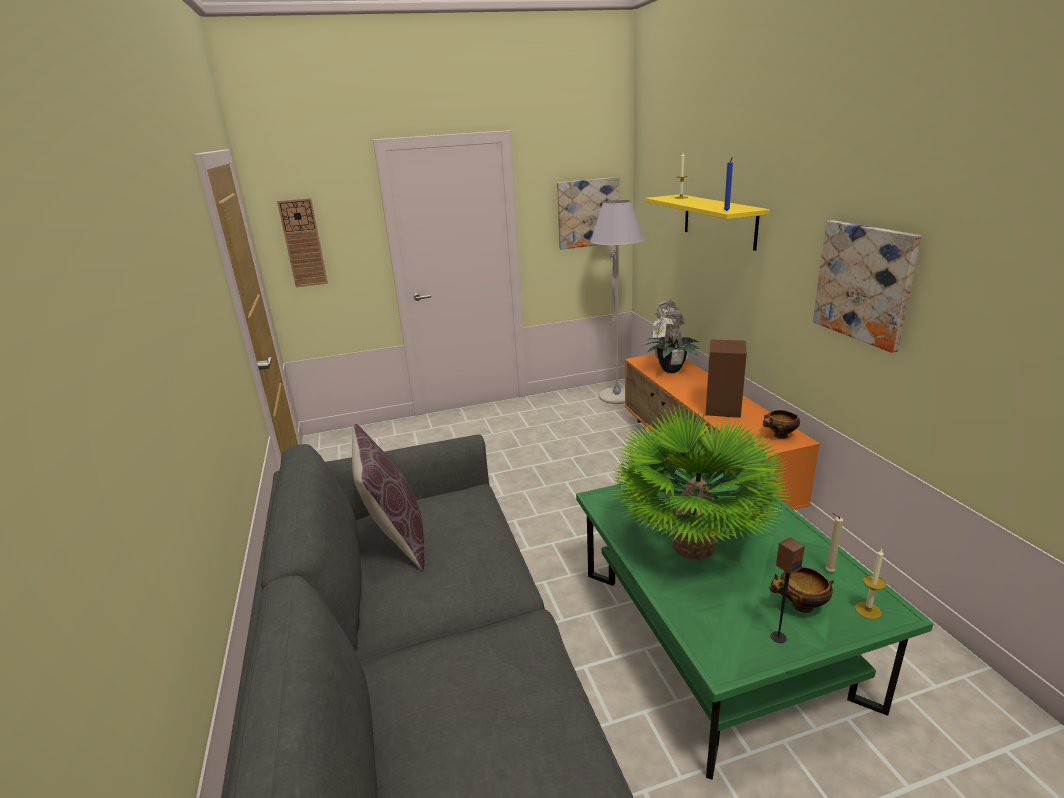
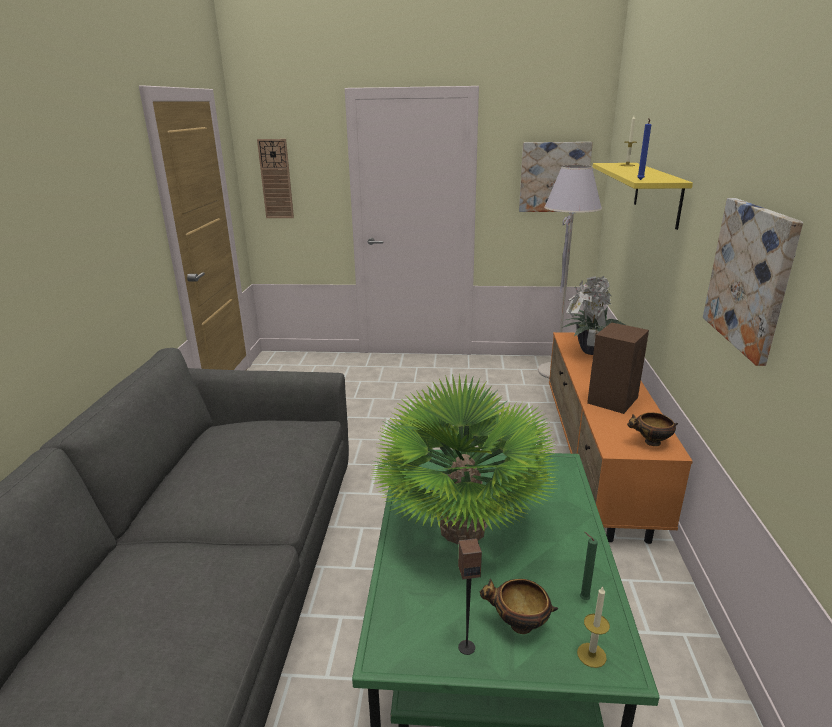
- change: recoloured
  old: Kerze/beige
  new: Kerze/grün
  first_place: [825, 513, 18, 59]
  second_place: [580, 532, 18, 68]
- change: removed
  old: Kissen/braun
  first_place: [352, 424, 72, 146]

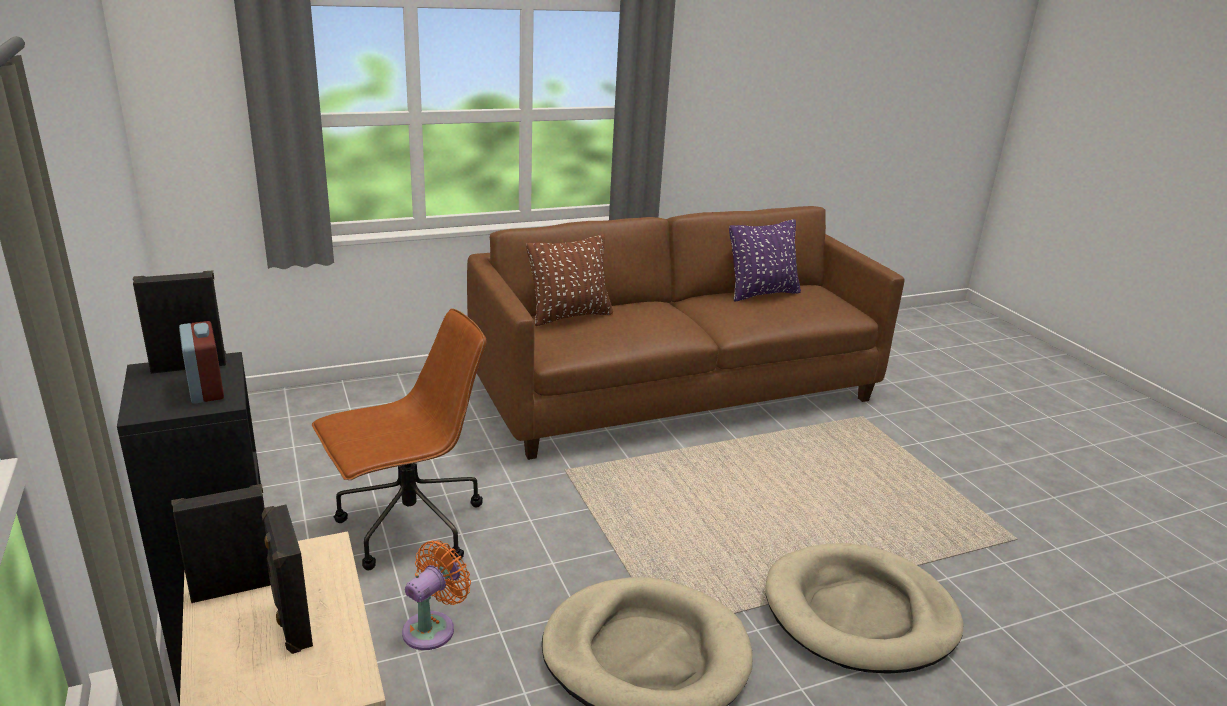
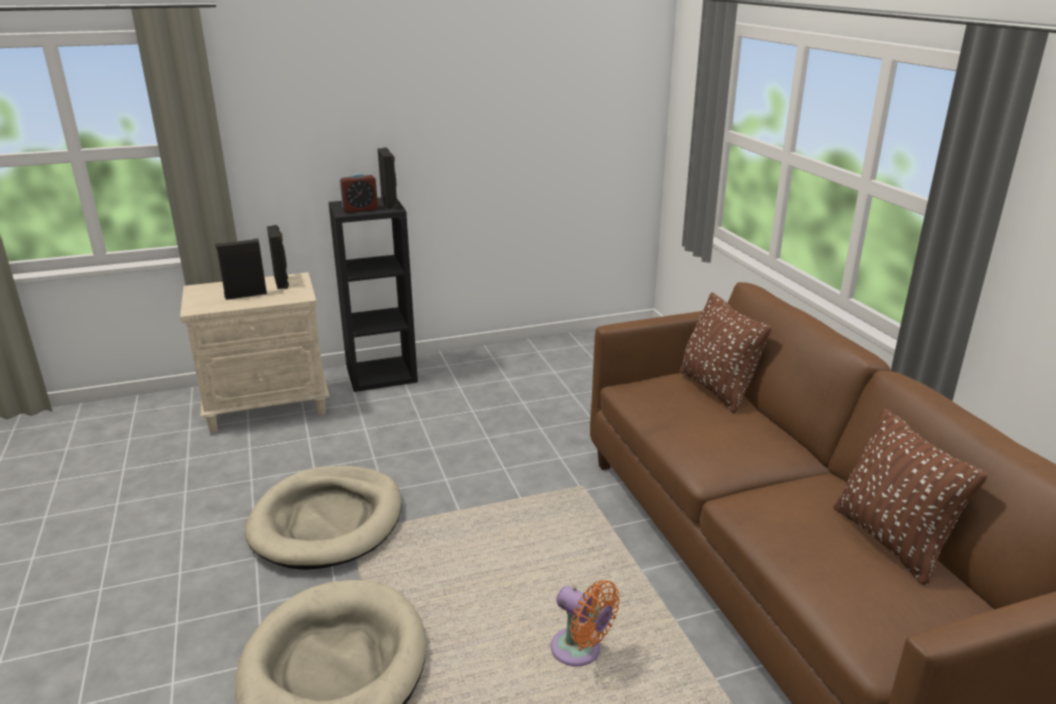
- change: moved
  old: Ventilator/orange
  first_place: [402, 541, 69, 109]
  second_place: [551, 580, 69, 86]
- change: recoloured
  old: Kissen/lila
  new: Kissen/braun
  first_place: [729, 219, 72, 83]
  second_place: [833, 408, 155, 177]
- change: removed
  old: Bürostuhl/braun
  first_place: [312, 308, 174, 262]

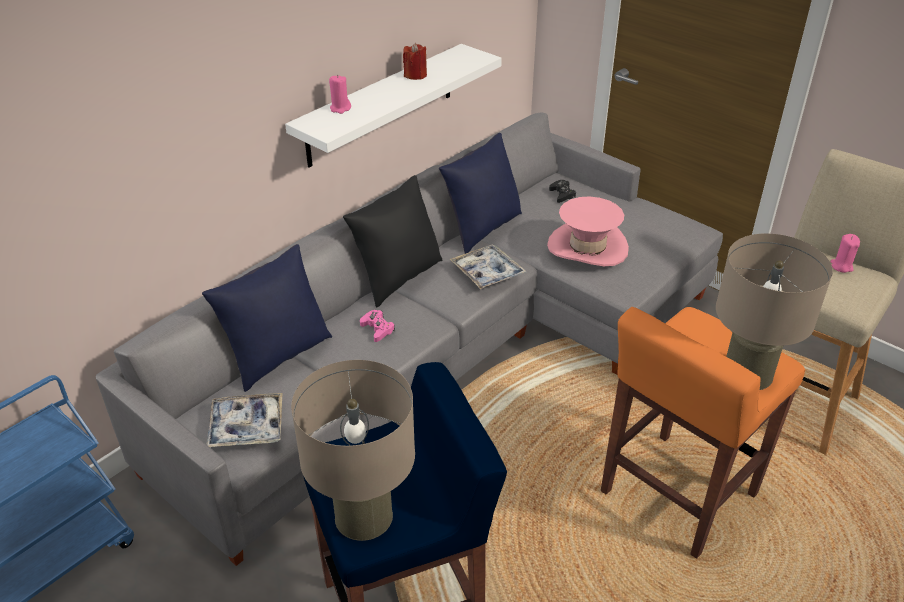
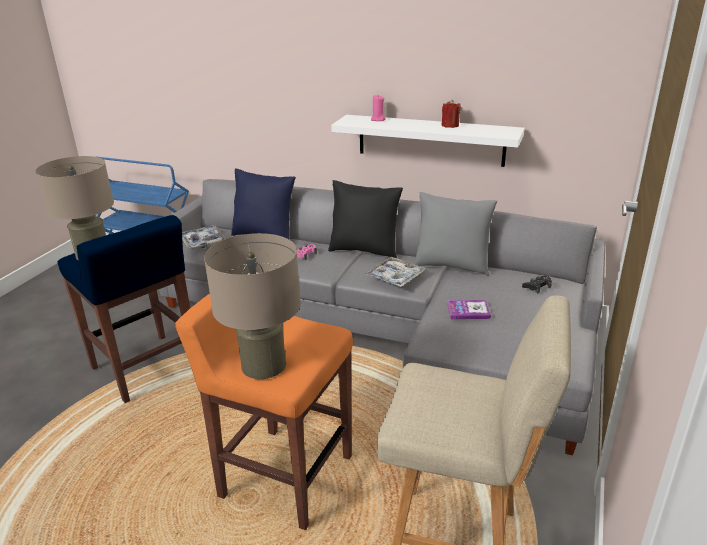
- change: recoloured
  old: Kissen/blau
  new: Kissen/grau
  first_place: [439, 133, 83, 121]
  second_place: [414, 192, 83, 84]
- change: replaced
  old: Hut/rosa
  new: Buch
  first_place: [547, 196, 82, 70]
  second_place: [447, 300, 44, 19]
- change: removed
  old: Kerze/rosa
  first_place: [830, 234, 30, 39]

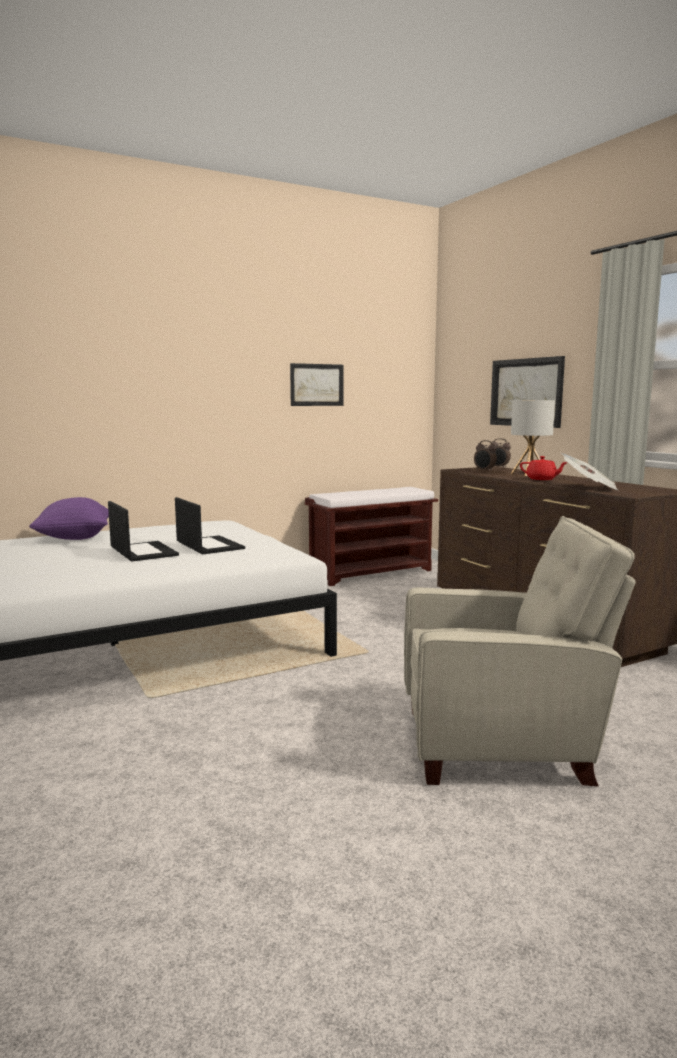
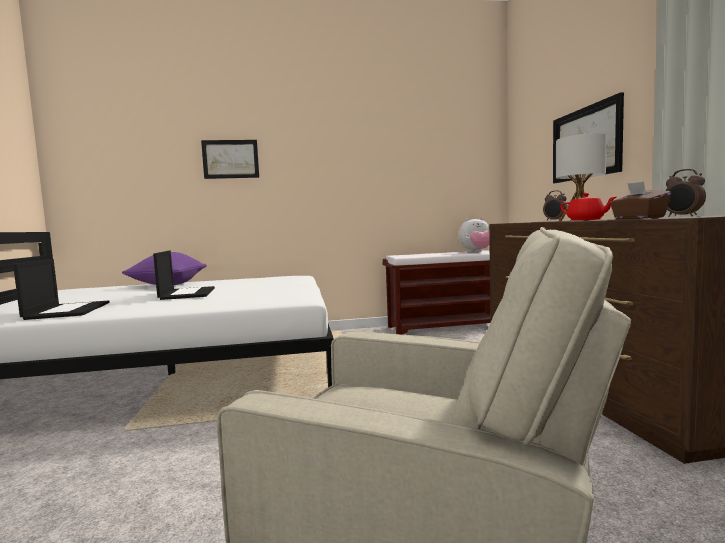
- change: moved
  old: Laptop
  first_place: [175, 497, 70, 57]
  second_place: [13, 259, 97, 61]
- change: moved
  old: Bild
  first_place: [290, 363, 53, 43]
  second_place: [201, 140, 58, 39]
- change: added
  new: Plüschtier
  second_place: [459, 217, 31, 35]
- change: replaced
  old: Zeitung
  new: Taschentuchbox/braun
  first_place: [561, 453, 58, 38]
  second_place: [610, 181, 62, 38]
- change: moved
  old: Wecker
  first_place: [474, 440, 23, 32]
  second_place: [666, 169, 40, 48]

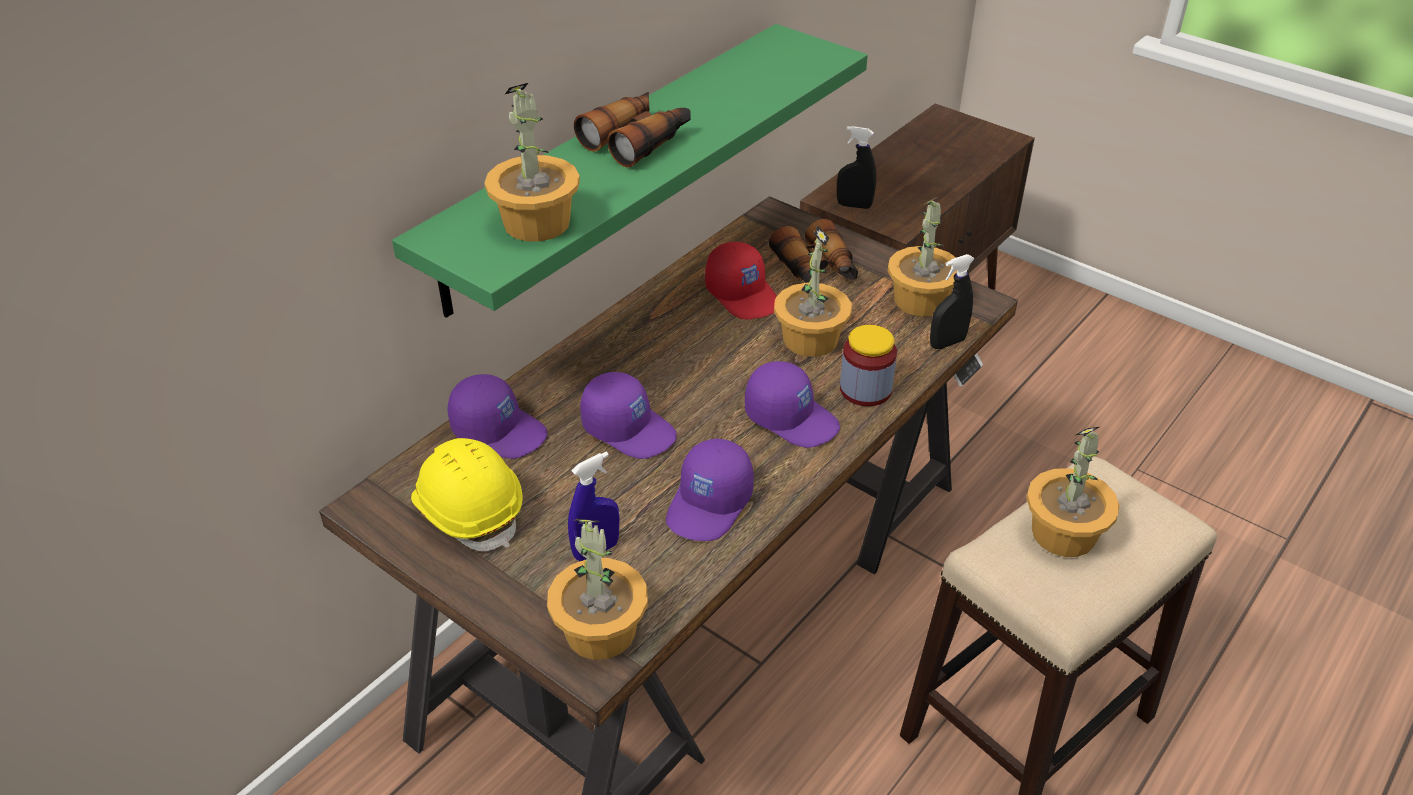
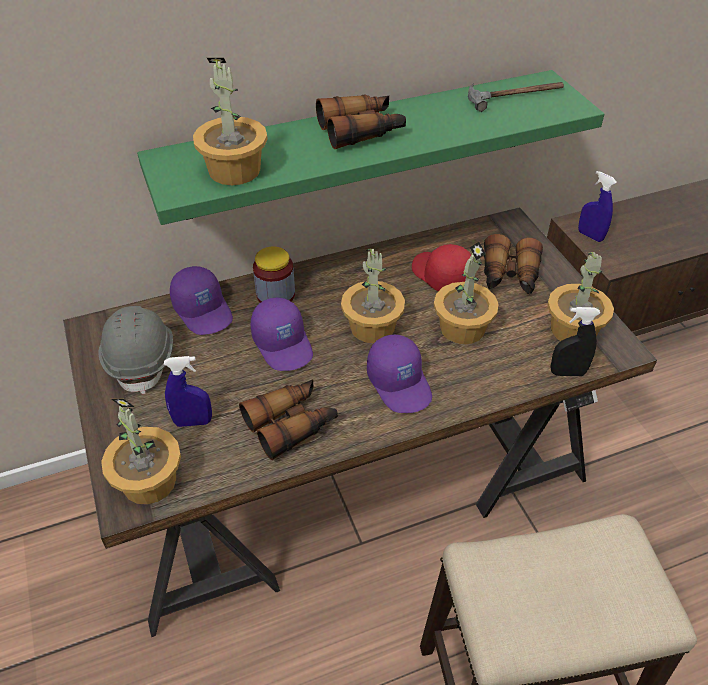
- change: recoloured
  old: Schutzhelm/gelb
  new: Schutzhelm/grau
  first_place: [411, 438, 112, 113]
  second_place: [98, 306, 75, 88]
- change: replaced
  old: Kappe/lila
  new: Fernglas
  first_place: [666, 438, 88, 103]
  second_place: [239, 379, 99, 81]
- change: moved
  old: Vorratsglas
  first_place: [840, 325, 57, 81]
  second_place: [253, 247, 42, 56]
- change: moved
  old: Topfpflanze
  first_place: [1026, 427, 94, 130]
  second_place: [341, 248, 64, 95]
- change: turned
  old: Kappe/rot
  first_place: [705, 242, 72, 77]
  second_place: [412, 244, 59, 47]
  degrees: 150
- change: added
  new: Hammer
  second_place: [468, 82, 96, 30]
- change: recoloured
  old: Sprühflasche/schwarz
  new: Sprühflasche/blau
  first_place: [837, 126, 40, 83]
  second_place: [578, 171, 39, 71]

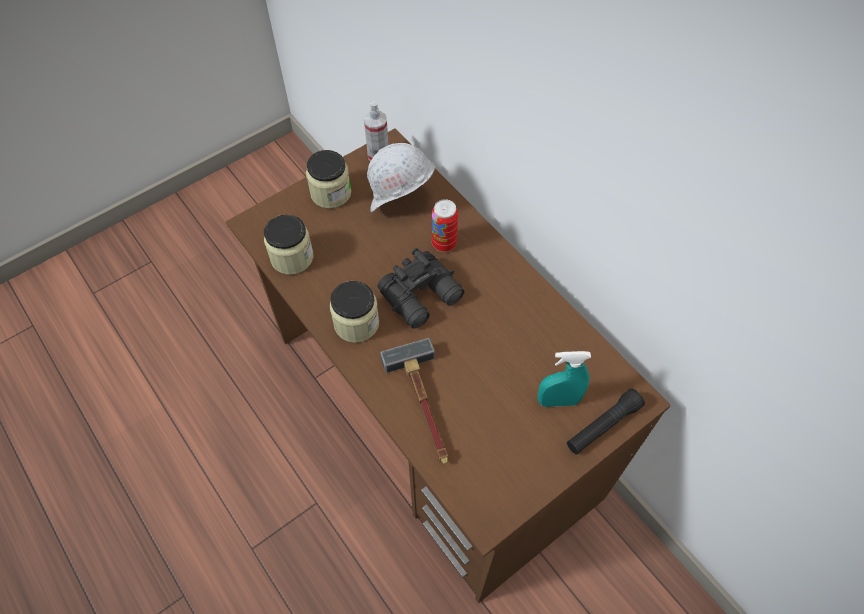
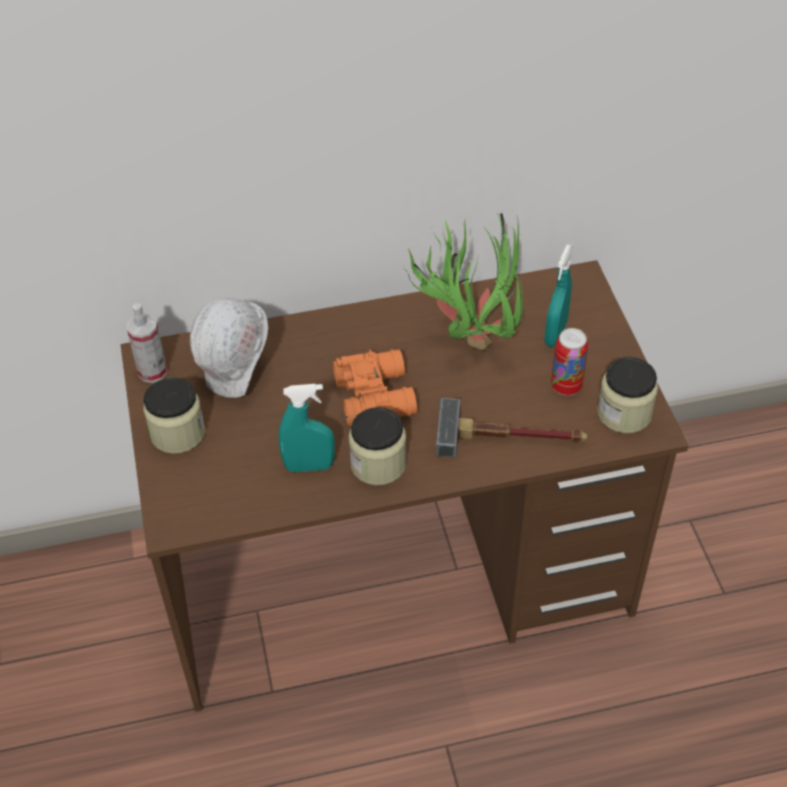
- change: added
  new: Sprühflasche/türkis
  second_place: [279, 384, 56, 88]
- change: recoloured
  old: Fernglas/schwarz
  new: Fernglas/orange
  first_place: [377, 248, 87, 81]
  second_place: [333, 349, 84, 77]
- change: added
  new: Topfpflanze
  second_place: [403, 213, 120, 138]
- change: moved
  old: Dose
  first_place: [432, 199, 26, 53]
  second_place: [551, 328, 37, 68]
- change: moved
  old: Vorratsglas
  first_place: [264, 215, 50, 60]
  second_place: [597, 357, 61, 76]
- change: removed
  old: Taschenlampe/schwarz
  first_place: [567, 389, 78, 65]

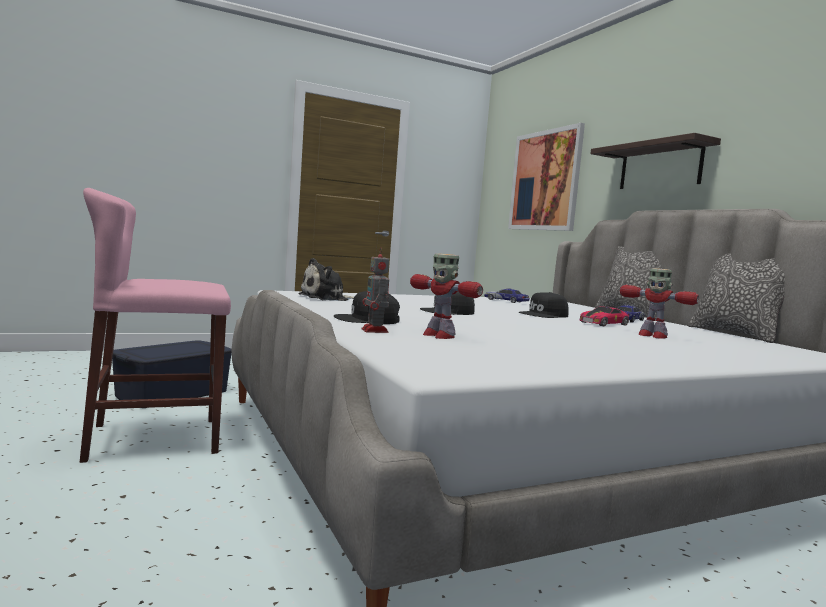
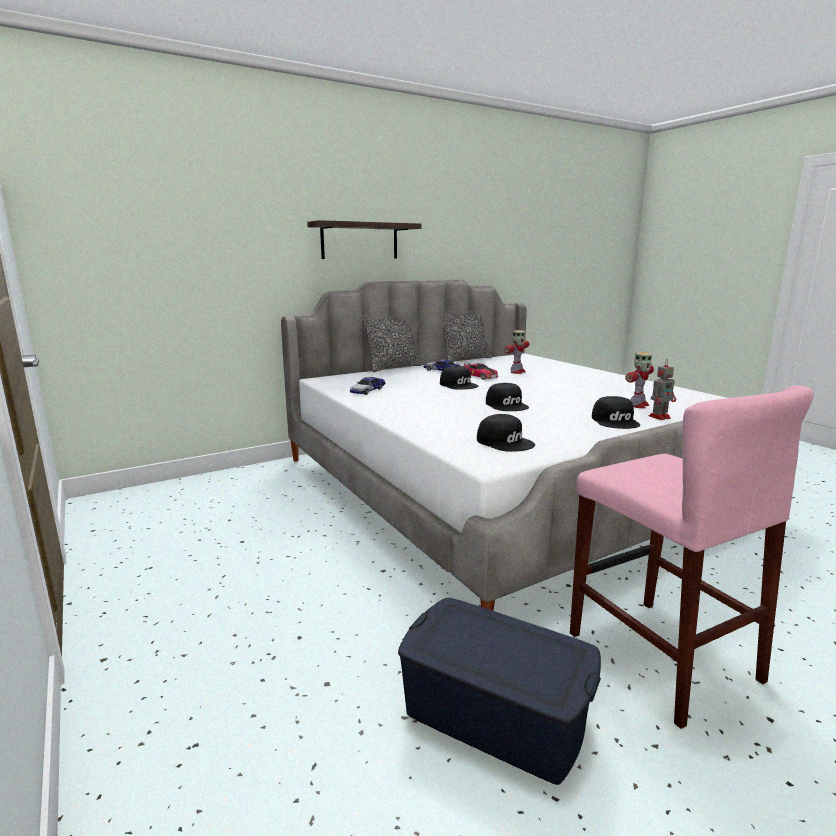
- change: replaced
  old: Plüschtier
  new: Kappe/schwarz
  first_place: [298, 258, 56, 43]
  second_place: [477, 414, 58, 38]
- change: removed
  old: Bild
  first_place: [508, 123, 77, 108]

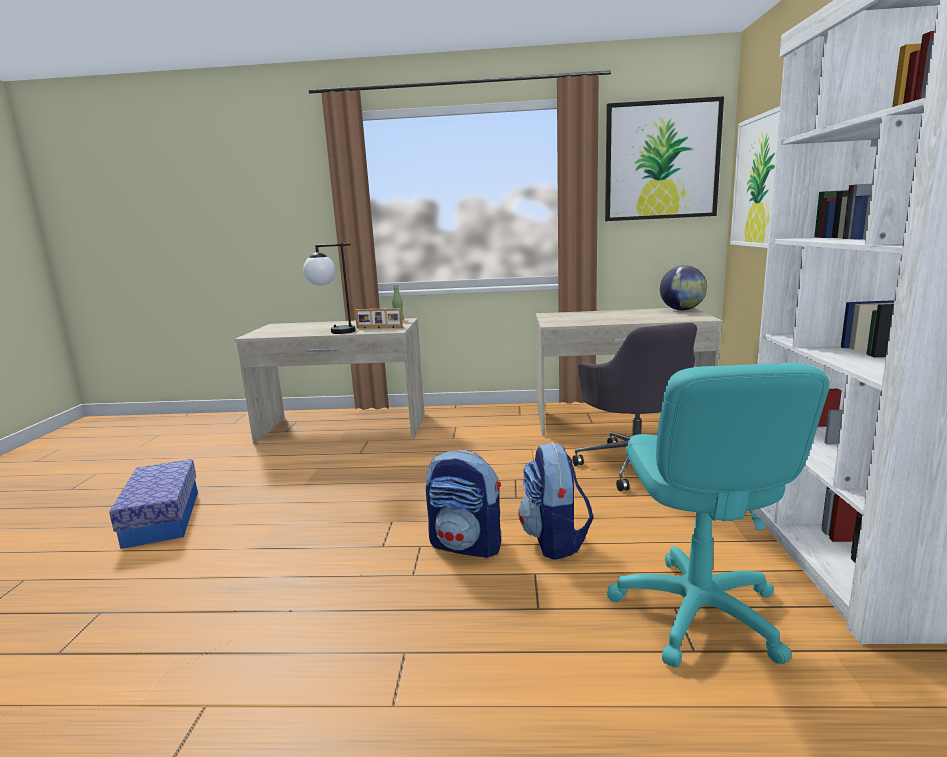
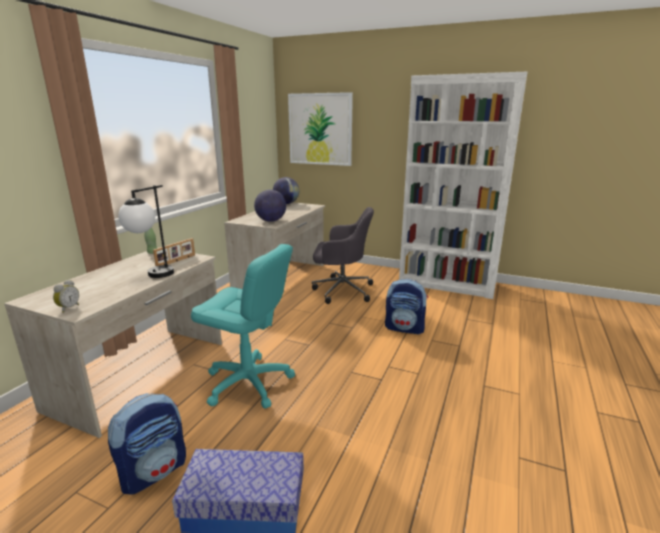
- change: added
  new: Wecker
  second_place: [53, 280, 26, 33]
- change: moved
  old: Rucksack
  first_place: [426, 450, 75, 109]
  second_place: [108, 393, 78, 102]
- change: moved
  old: Bürostuhl/türkis
  first_place: [607, 363, 223, 304]
  second_place: [191, 244, 104, 165]
- change: added
  new: Globus
  second_place: [254, 190, 32, 32]
- change: removed
  old: Bild
  first_place: [605, 96, 119, 125]

